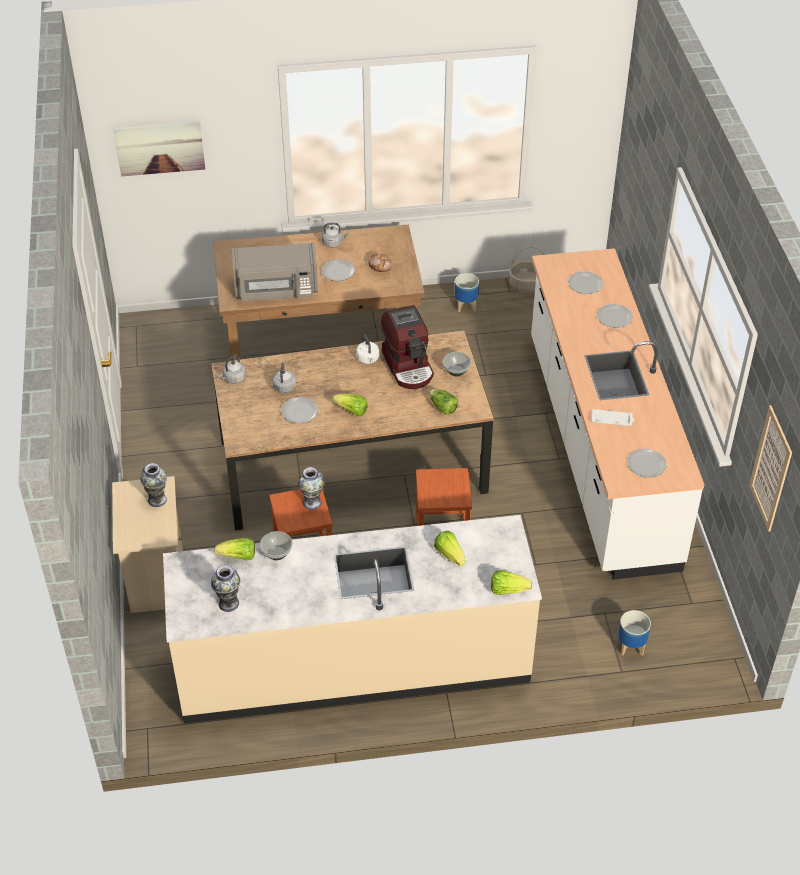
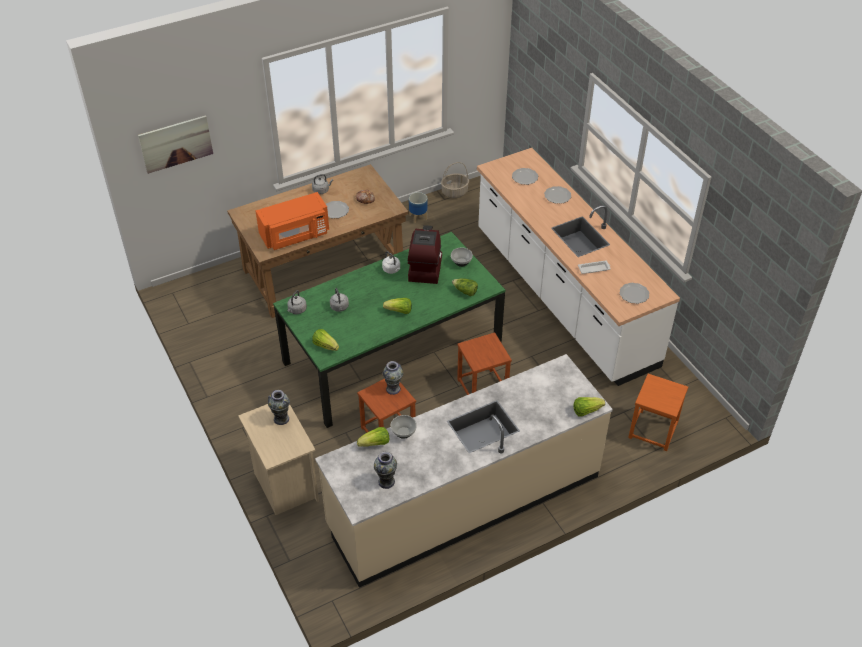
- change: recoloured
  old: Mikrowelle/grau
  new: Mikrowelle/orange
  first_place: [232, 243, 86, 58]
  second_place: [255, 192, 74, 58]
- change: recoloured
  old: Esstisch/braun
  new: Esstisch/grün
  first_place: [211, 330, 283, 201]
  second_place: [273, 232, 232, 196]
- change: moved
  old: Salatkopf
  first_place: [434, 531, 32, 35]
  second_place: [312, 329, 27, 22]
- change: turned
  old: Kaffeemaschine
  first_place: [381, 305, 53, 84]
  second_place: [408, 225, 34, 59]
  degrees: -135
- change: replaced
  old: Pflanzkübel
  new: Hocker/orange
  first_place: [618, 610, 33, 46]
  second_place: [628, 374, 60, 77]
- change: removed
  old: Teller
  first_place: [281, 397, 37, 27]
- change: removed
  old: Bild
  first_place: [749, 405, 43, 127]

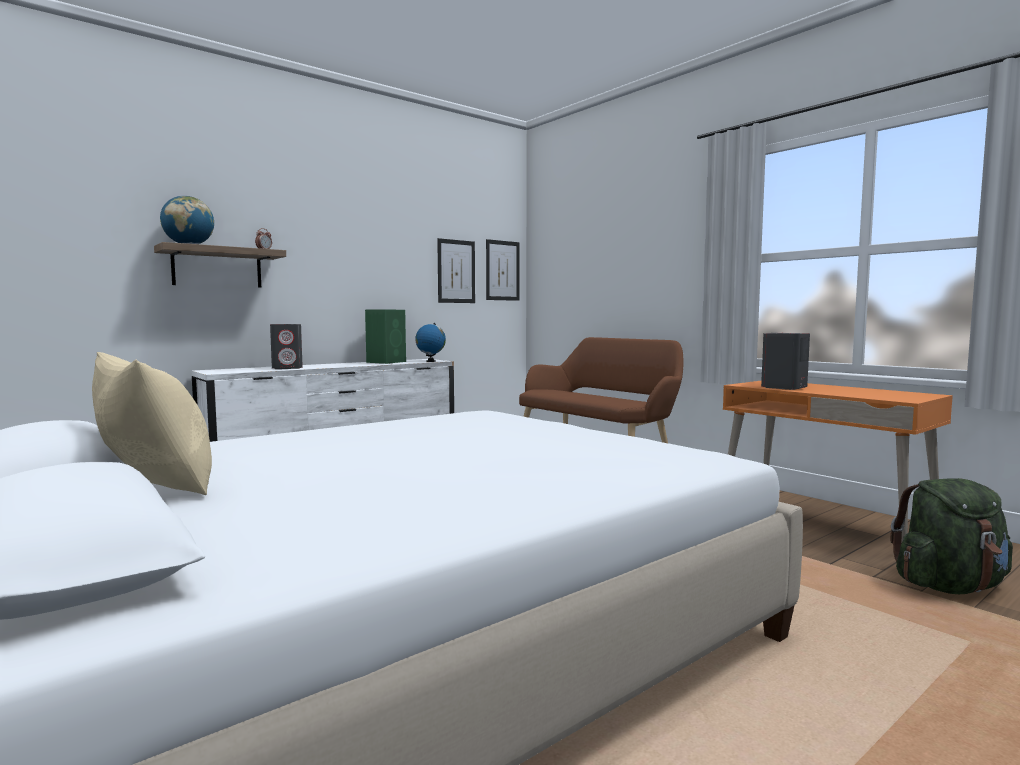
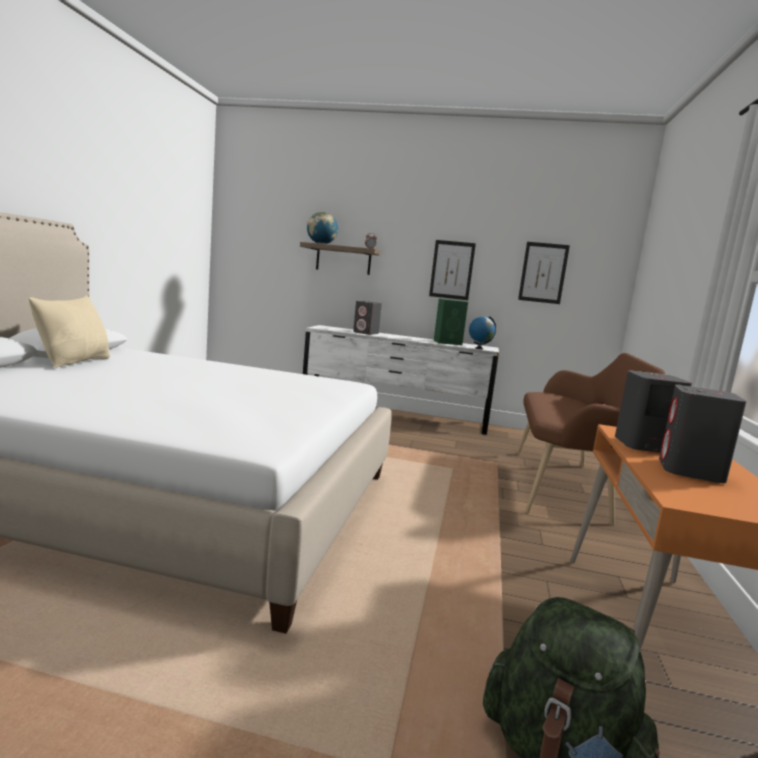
- change: moved
  old: Bild
  first_place: [486, 239, 33, 62]
  second_place: [429, 240, 47, 60]
- change: added
  new: Lautsprecher/grau
  second_place: [659, 385, 88, 98]

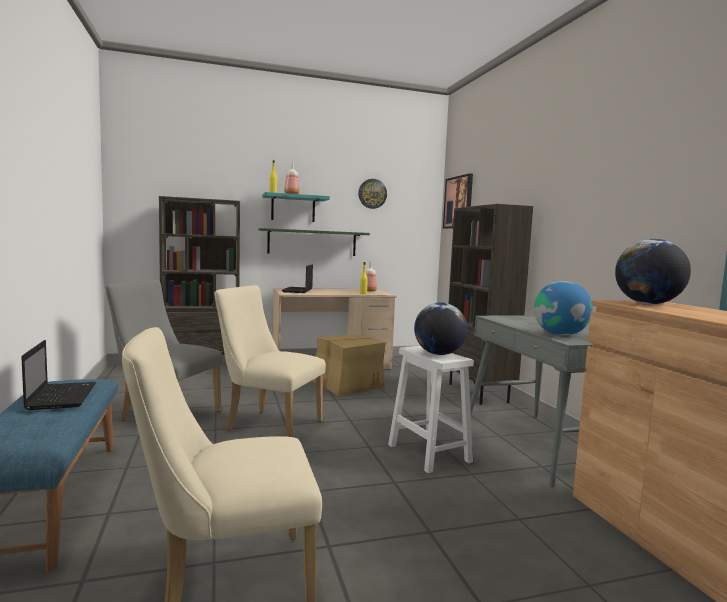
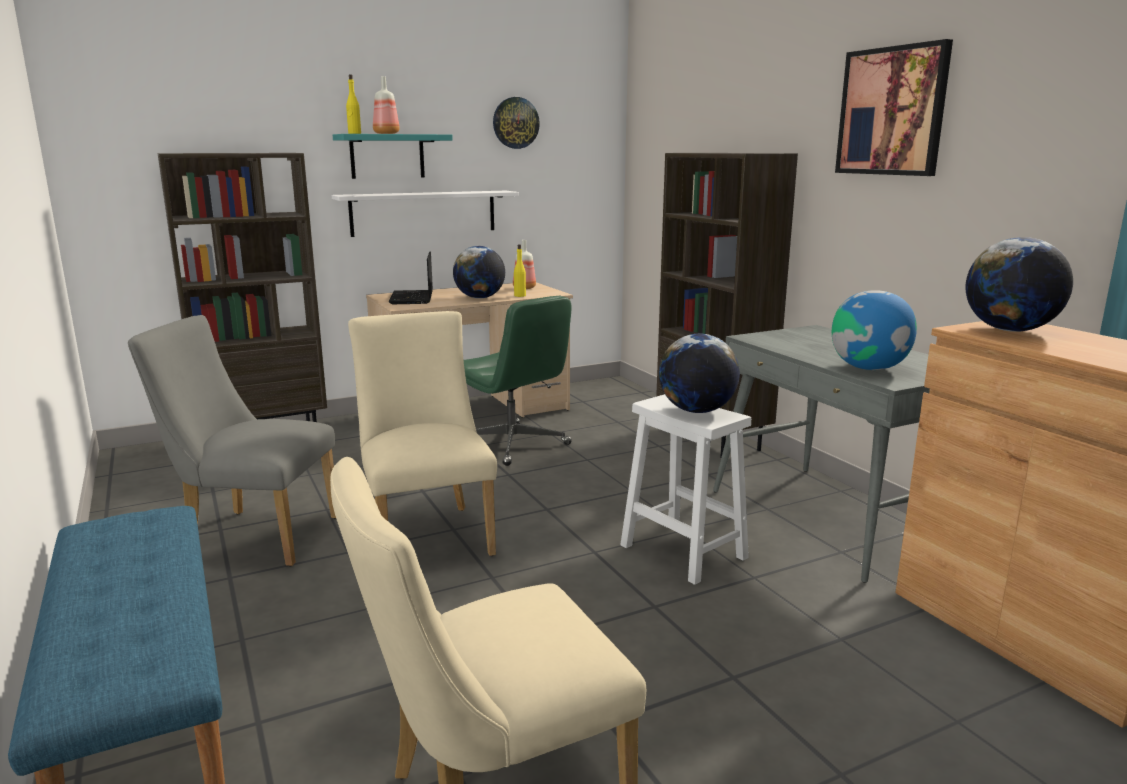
- change: recoloured
  old: Wandregal/grün
  new: Wandregal/weiß
  first_place: [258, 228, 112, 28]
  second_place: [332, 191, 187, 46]
- change: turned
  old: Stuhl/beige
  first_place: [214, 285, 112, 152]
  second_place: [348, 311, 149, 245]
  degrees: 60
- change: added
  new: Globus
  second_place: [453, 246, 52, 53]
- change: replaced
  old: Karton
  new: Bürostuhl/grün
  first_place: [312, 334, 74, 62]
  second_place: [464, 296, 108, 170]
- change: moved
  old: Bild
  first_place: [443, 173, 30, 56]
  second_place: [835, 39, 118, 137]
- change: removed
  old: Laptop
  first_place: [21, 340, 75, 70]

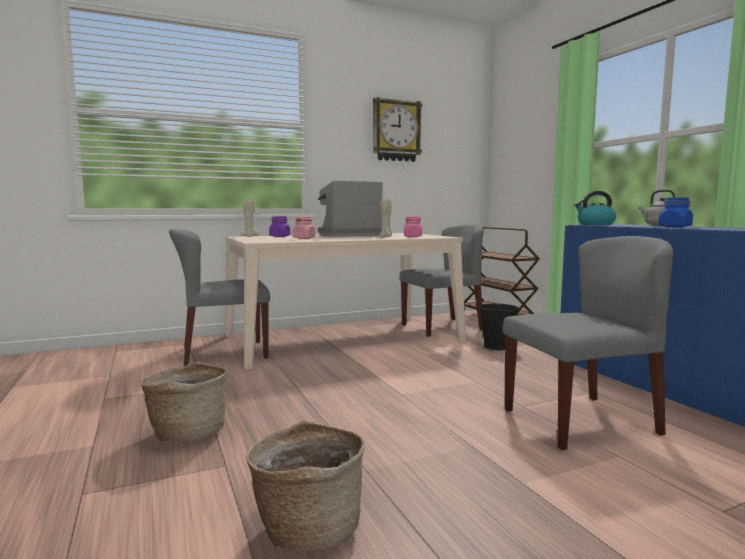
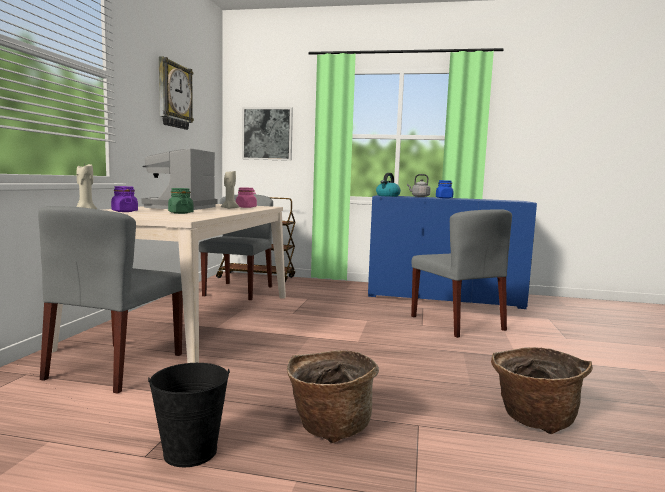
- change: moved
  old: Eimer/schwarz
  first_place: [479, 303, 40, 47]
  second_place: [148, 363, 82, 104]
- change: recoloured
  old: Vorratsglas/rosa
  new: Vorratsglas/grün
  first_place: [293, 217, 22, 22]
  second_place: [168, 188, 26, 26]
- change: added
  new: Bild
  second_place: [242, 107, 51, 54]
- change: turned
  old: Stuhl/grau
  first_place: [503, 236, 170, 214]
  second_place: [411, 209, 101, 129]
  degrees: 135

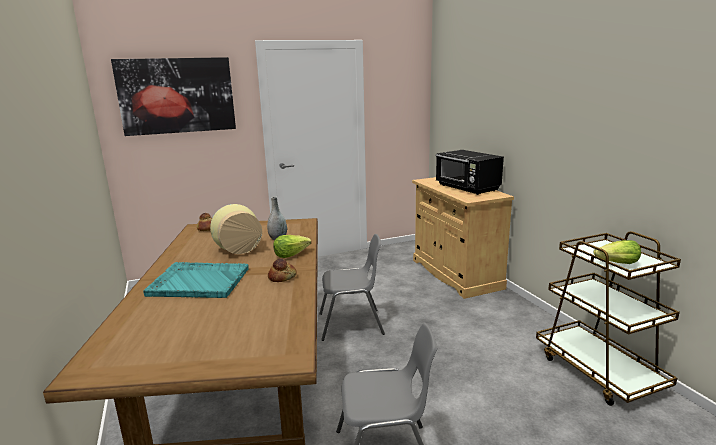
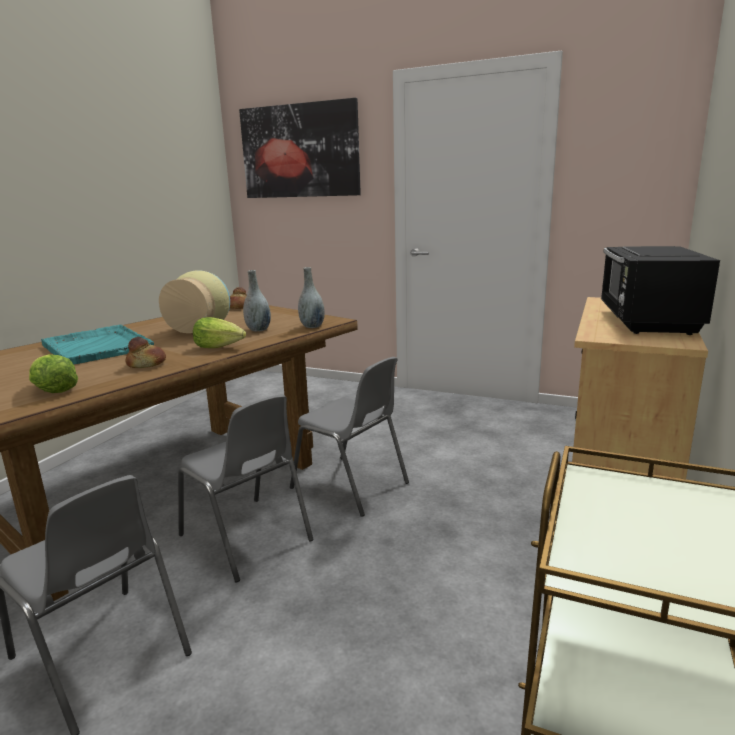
- change: moved
  old: Salatkopf
  first_place: [594, 240, 47, 24]
  second_place: [29, 354, 49, 39]
- change: added
  new: Stuhl/grau
  second_place: [178, 395, 136, 187]
- change: added
  new: Vase/grau
  second_place: [298, 267, 27, 61]

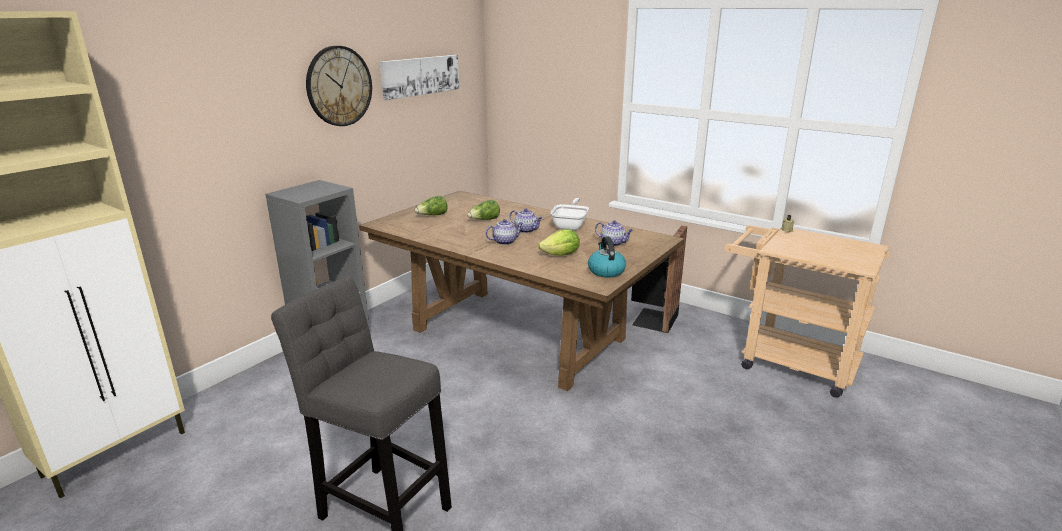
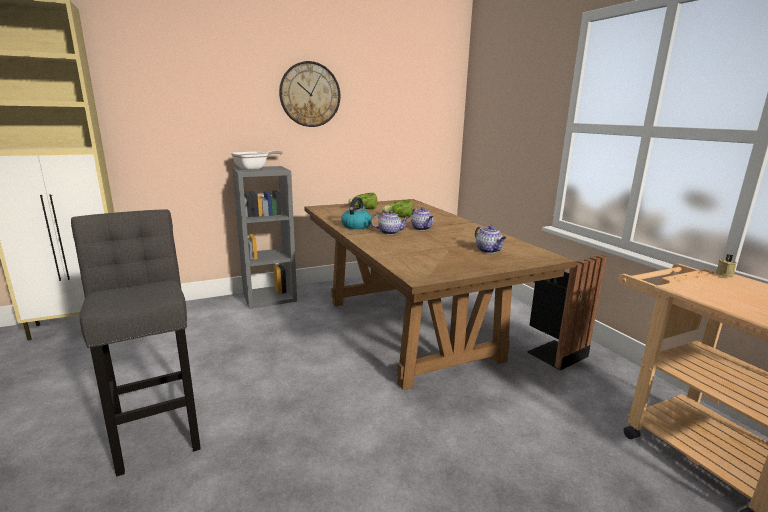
- change: moved
  old: Pfanne
  first_place: [550, 198, 39, 32]
  second_place: [231, 150, 52, 20]
- change: moved
  old: Wasserkessel
  first_place: [588, 237, 38, 41]
  second_place: [341, 197, 31, 32]
- change: removed
  old: Bild
  first_place: [380, 55, 79, 45]
- change: removed
  old: Salatkopf
  first_place: [538, 229, 42, 27]

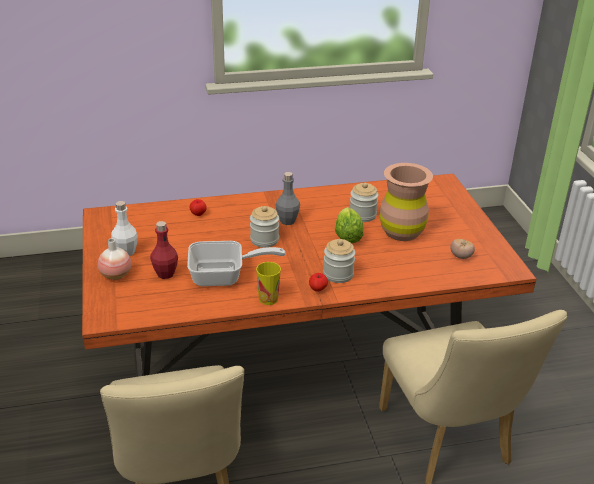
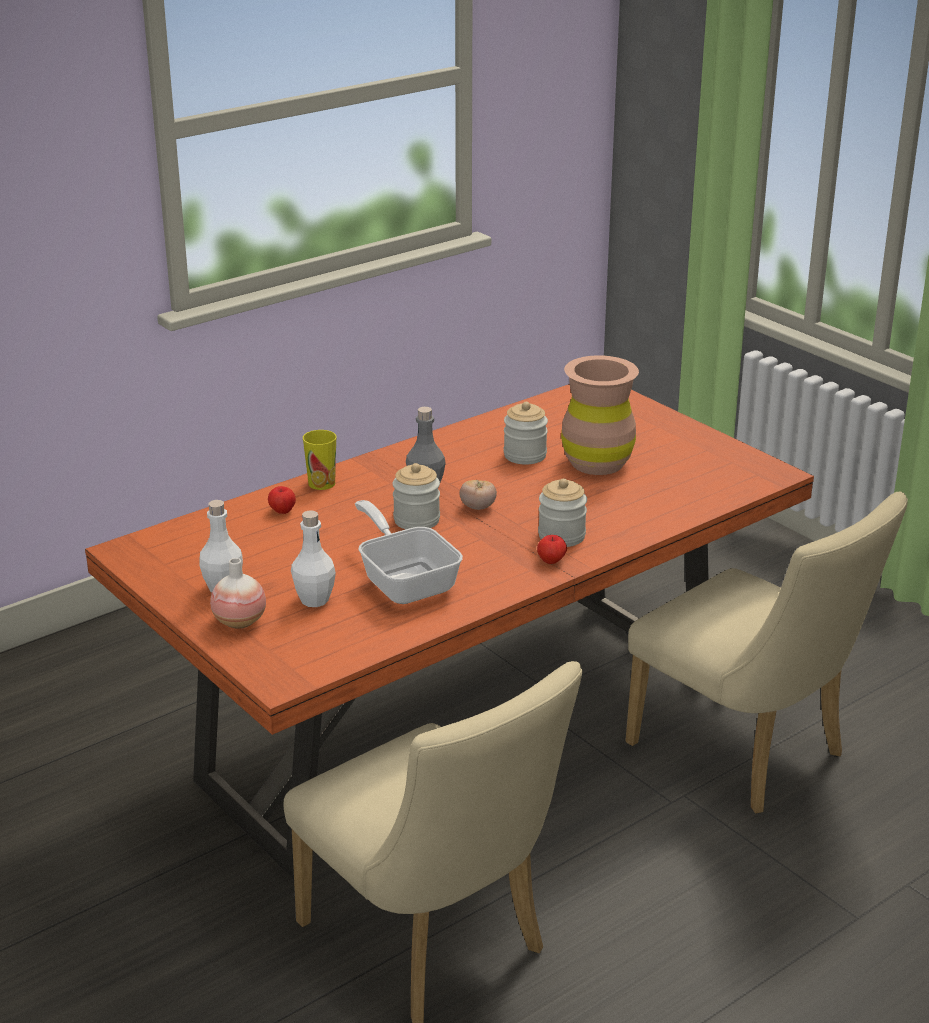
- change: recoloured
  old: Flasche/rot
  new: Flasche/weiß
  first_place: [150, 221, 28, 58]
  second_place: [291, 511, 45, 96]
- change: moved
  old: Tasse
  first_place: [256, 262, 25, 43]
  second_place: [303, 430, 34, 60]
- change: turned
  old: Pfanne
  first_place: [187, 241, 98, 45]
  second_place: [355, 500, 108, 104]
  degrees: -90
- change: moved
  old: Tomate
  first_place: [450, 239, 25, 20]
  second_place: [460, 479, 37, 31]
- change: removed
  old: Salatkopf
  first_place: [335, 207, 29, 36]

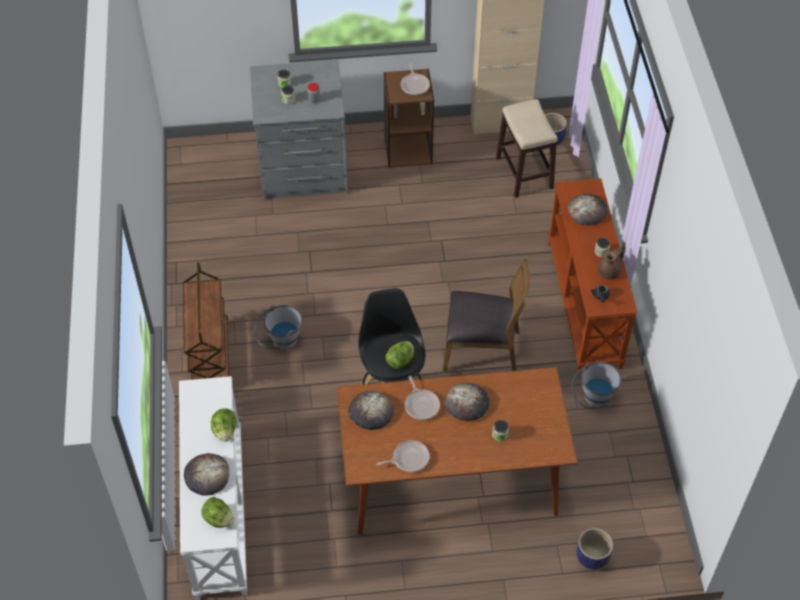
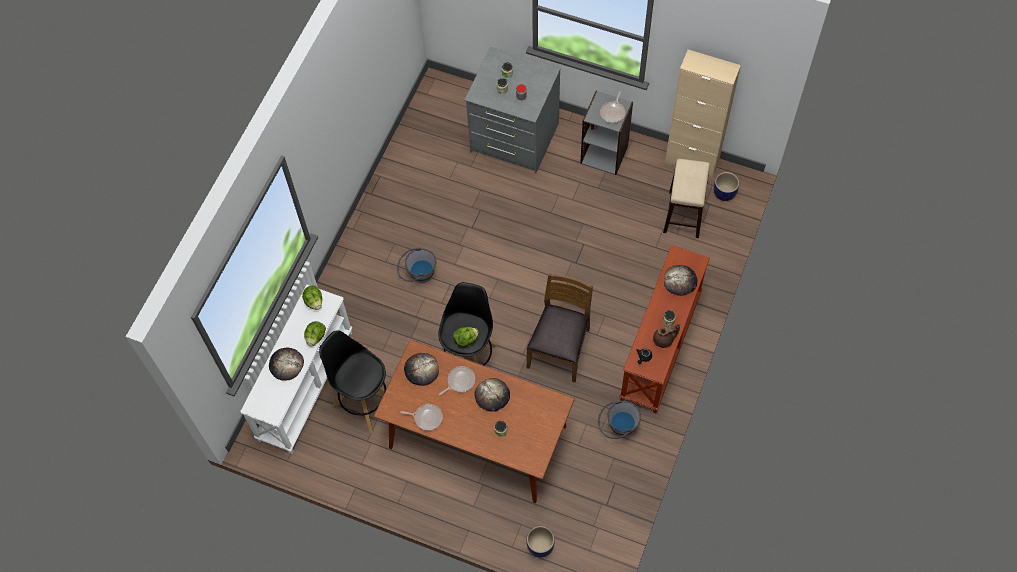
- change: moved
  old: Salatkopf
  first_place: [201, 497, 33, 31]
  second_place: [302, 285, 20, 25]
- change: added
  new: Hocker/schwarz
  second_place: [319, 330, 67, 103]
- change: turned
  old: Pfanne
  first_place: [405, 376, 35, 44]
  second_place: [439, 366, 36, 30]
  degrees: -135
- change: turned
  old: Stuhl/braun
  first_place: [443, 258, 87, 114]
  second_place: [526, 273, 67, 110]
  degrees: -105
- change: recoloured
  old: Bücherregal/braun
  new: Bücherregal/grau
  first_place: [383, 69, 51, 99]
  second_place: [580, 91, 53, 84]
- change: removed
  old: Rollwagen/braun
  first_place: [183, 263, 46, 117]

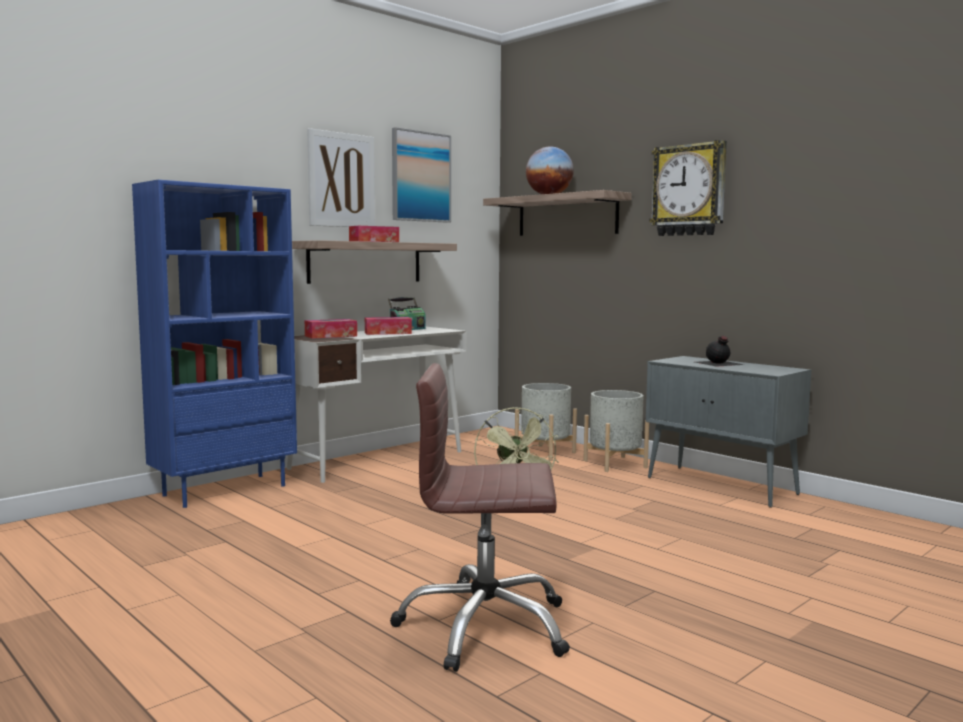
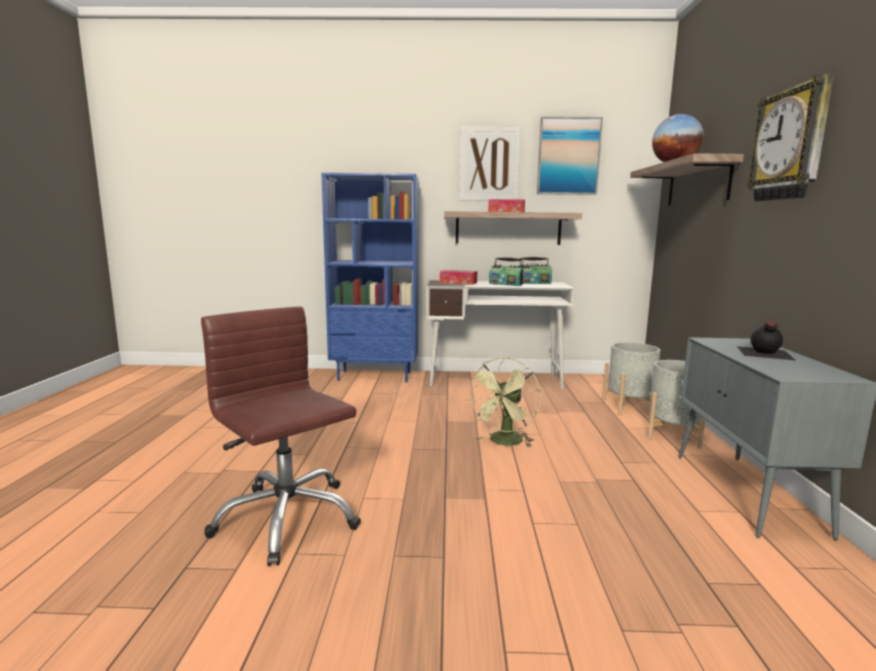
- change: replaced
  old: Taschentuchbox
  new: Radio
  first_place: [365, 317, 47, 18]
  second_place: [489, 257, 35, 29]

